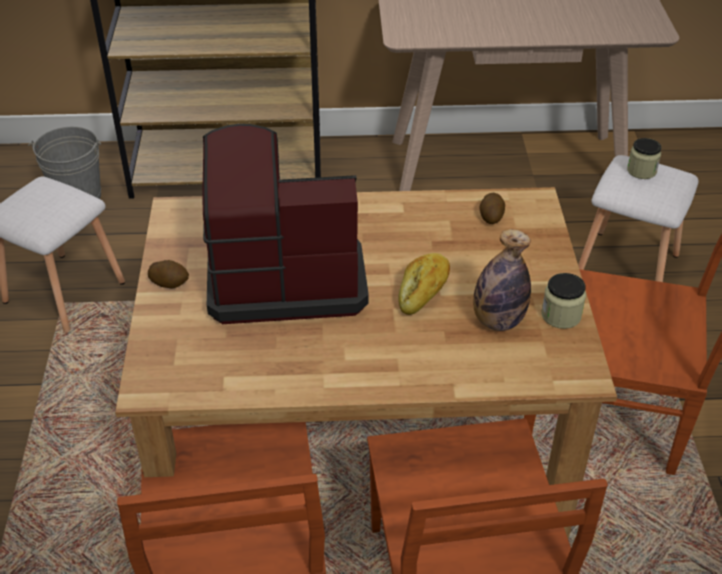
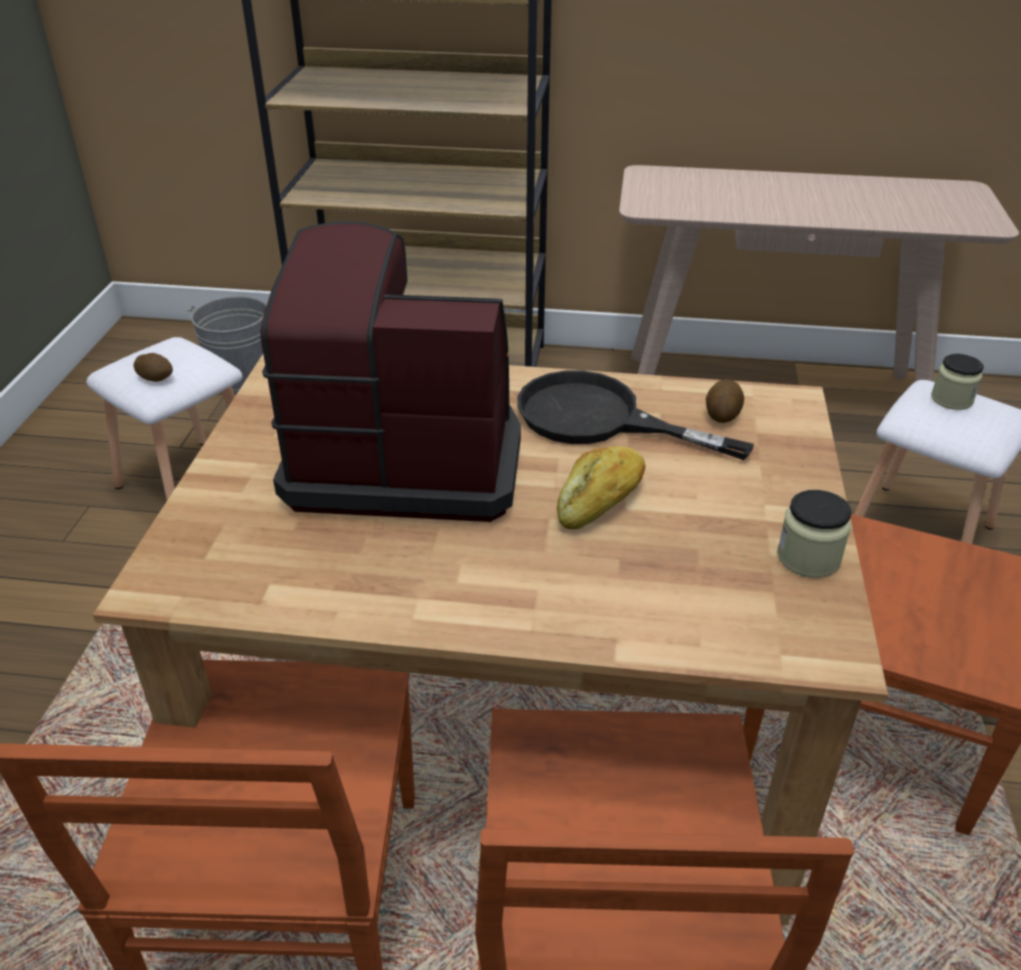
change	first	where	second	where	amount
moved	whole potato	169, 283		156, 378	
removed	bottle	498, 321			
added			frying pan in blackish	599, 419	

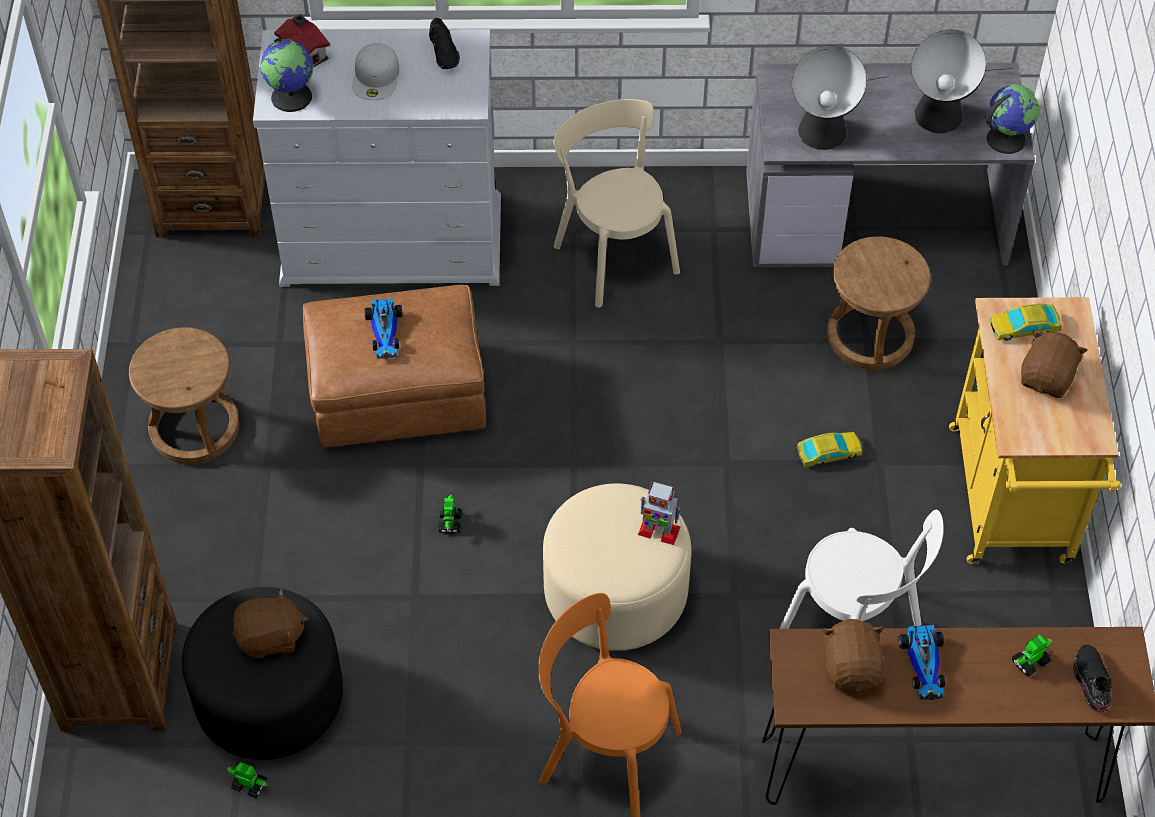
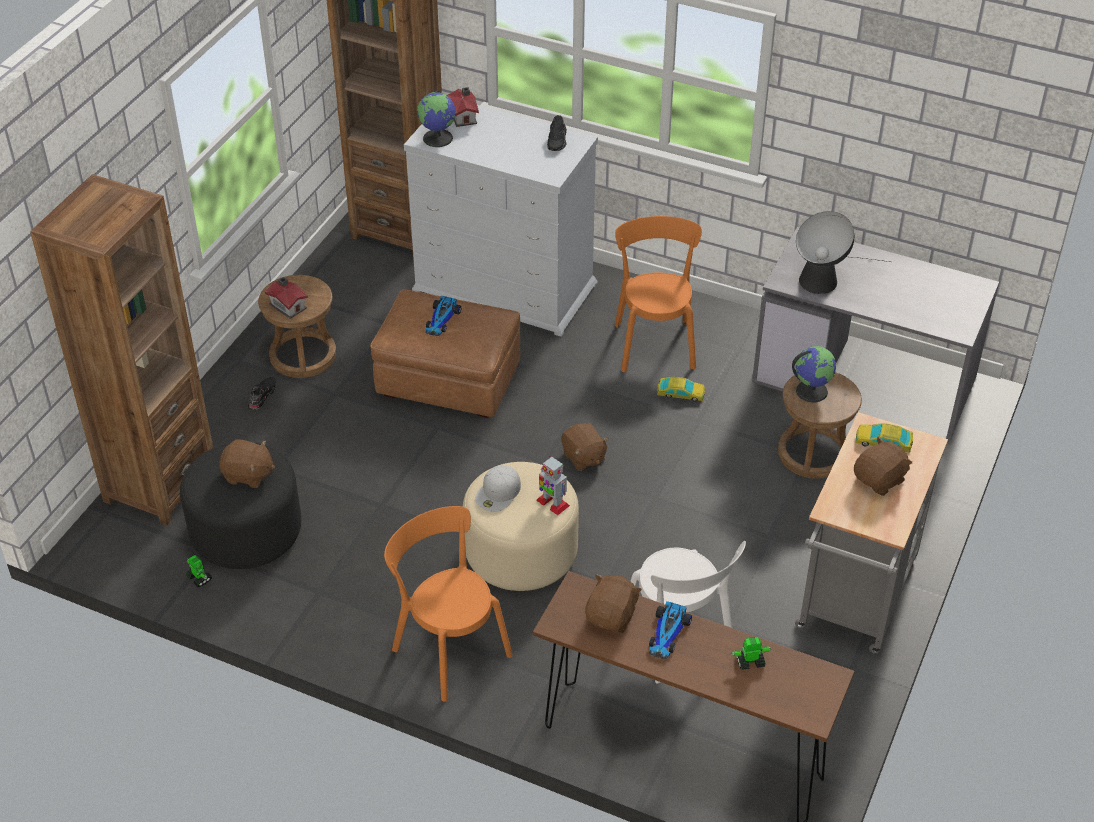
change	first	where	second	where	amount
moved	peaked cap in whitish	376, 77		498, 492	
removed	toy robot	450, 522			
recoloured	upright chair in beige-coloured	613, 254	upright chair in orange-coloured	654, 342	
moved	toy car	829, 452		680, 393	
removed	tabletop lamp	942, 109			
recoloured	cart in yellowish	1012, 505	cart in greyish	855, 600	
moved	globe	1005, 138		811, 390	
moved	item of footwear in blackish	1090, 682		261, 396	
added			miniature house	288, 305	
added			plush toy in brown-coloured	583, 457	

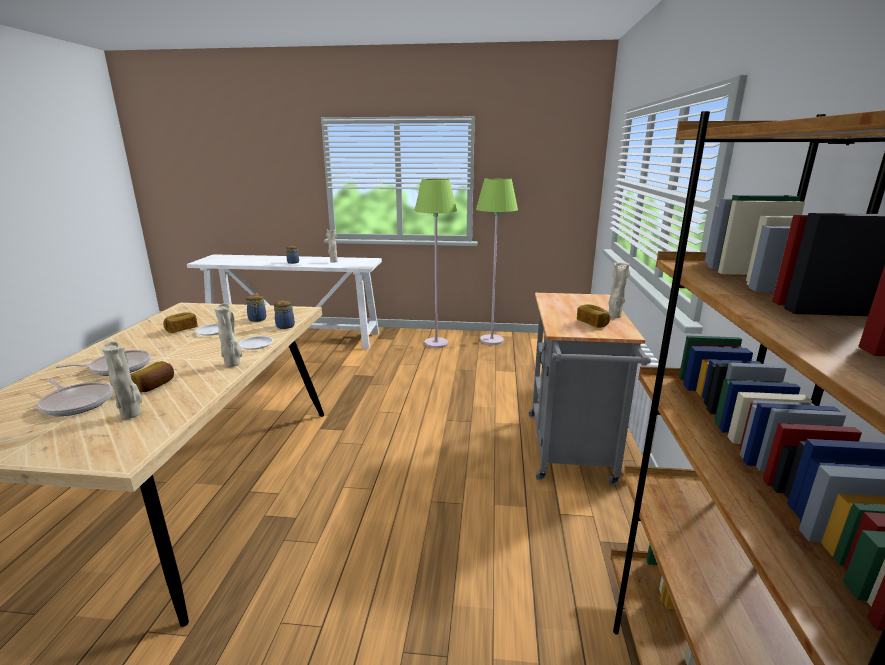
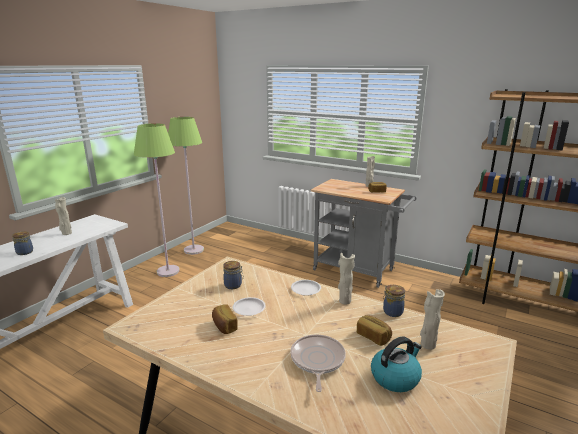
change	first	where	second	where	amount
replaced	frying pan	76, 402	tea kettle	395, 377	
moved	preserve jar	286, 326		392, 311	

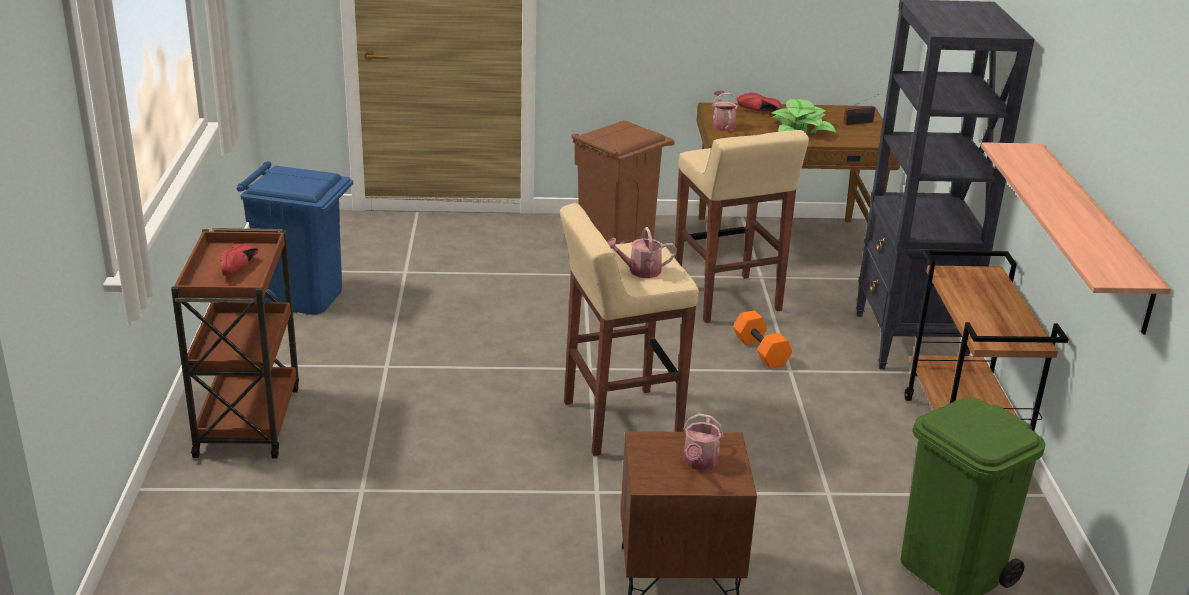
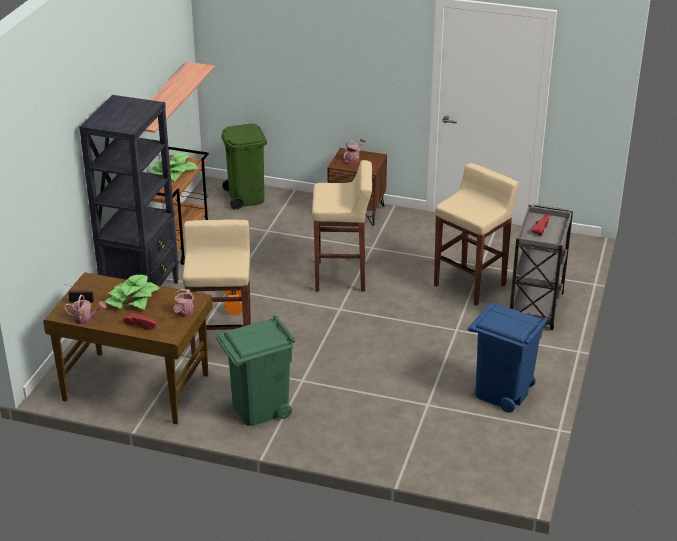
change	first	where	second	where	amount
recoloured	cart in brown-coloured	248, 419	cart in greyish	536, 309	
recoloured	trash can in brown-coloured	616, 242	trash can in green-coloured	259, 408	
moved	watering can	640, 271		86, 319	
added			potted plant	173, 173	
added			stool in beige-coloured	470, 285	

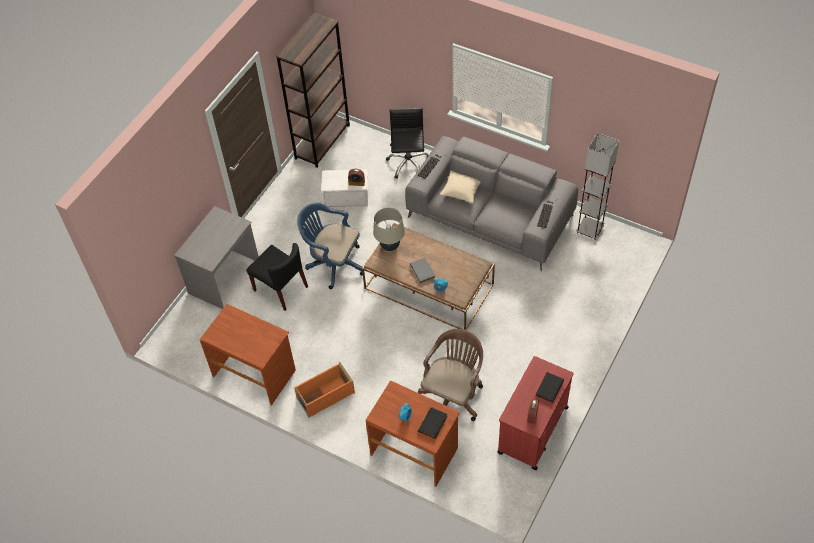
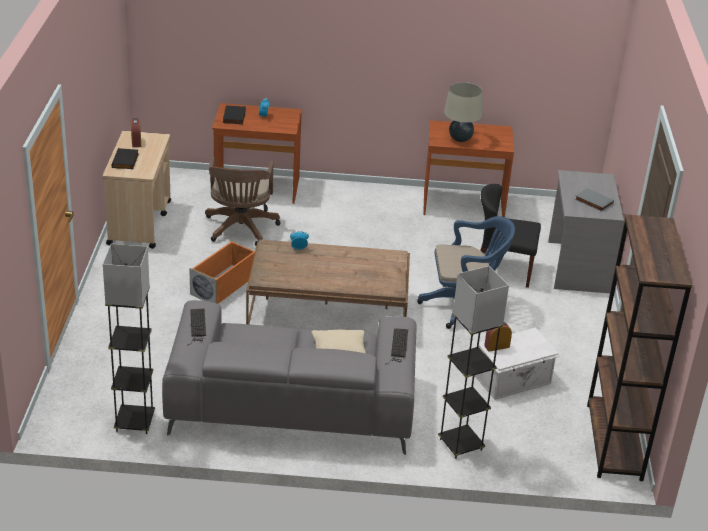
change	first	where	second	where	amount
moved	storage bin in orange-coloured	325, 396		224, 285	
moved	tabletop lamp in beige-coloured	390, 246		460, 139	
replaced	desk chair in blackish	408, 163	standard lamp in greyish	460, 444	
moved	volume in greyish	423, 271		593, 202	
recoloured	cart in red	532, 430	cart in beige-coloured	140, 222	

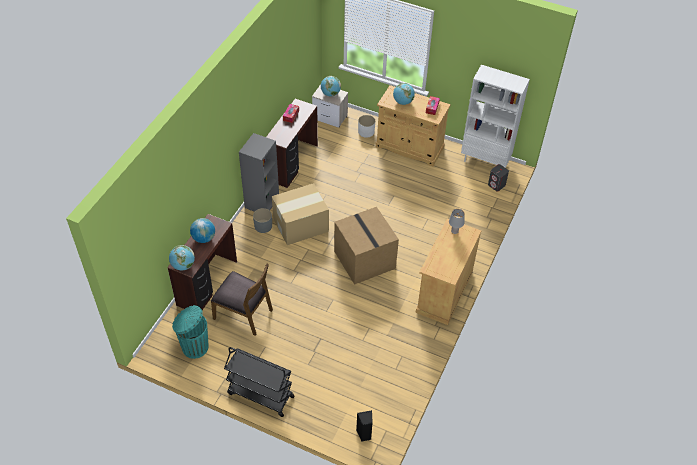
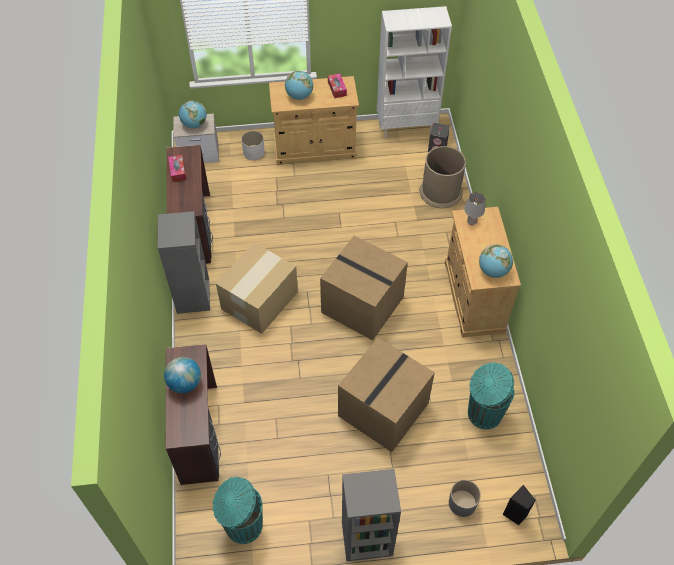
change	first	where	second	where	amount
moved	globe	183, 265		493, 271	
removed	upright chair in brown-coloured	244, 313			
replaced	cart in blackish	260, 395	bookcase in greyish	366, 539	
moved	flower pot in greyish	263, 226		462, 503	
added			carton	383, 411	
added			trash can in brown-coloured	440, 191	
added			trash can in turquoise-coloured	483, 414	

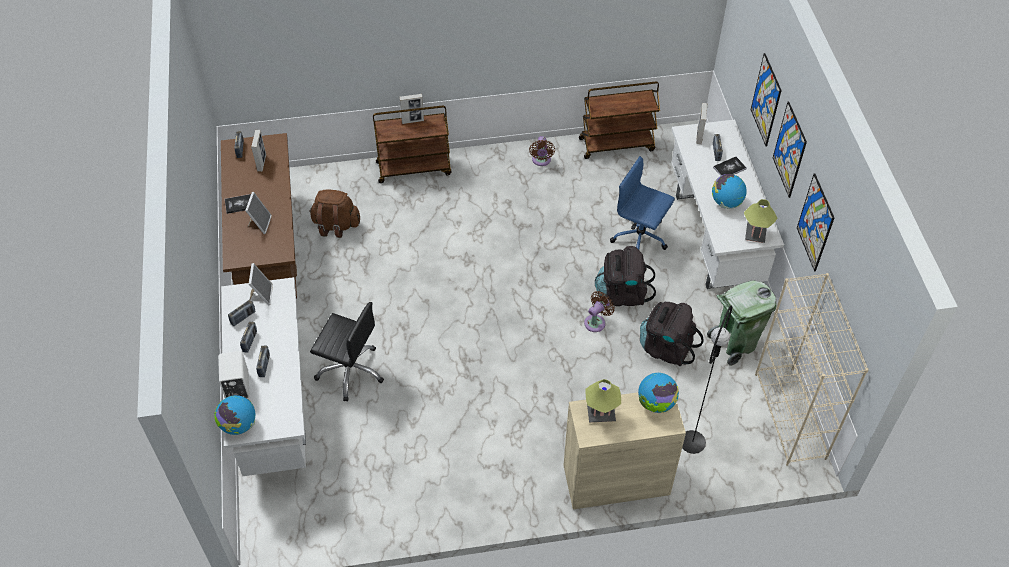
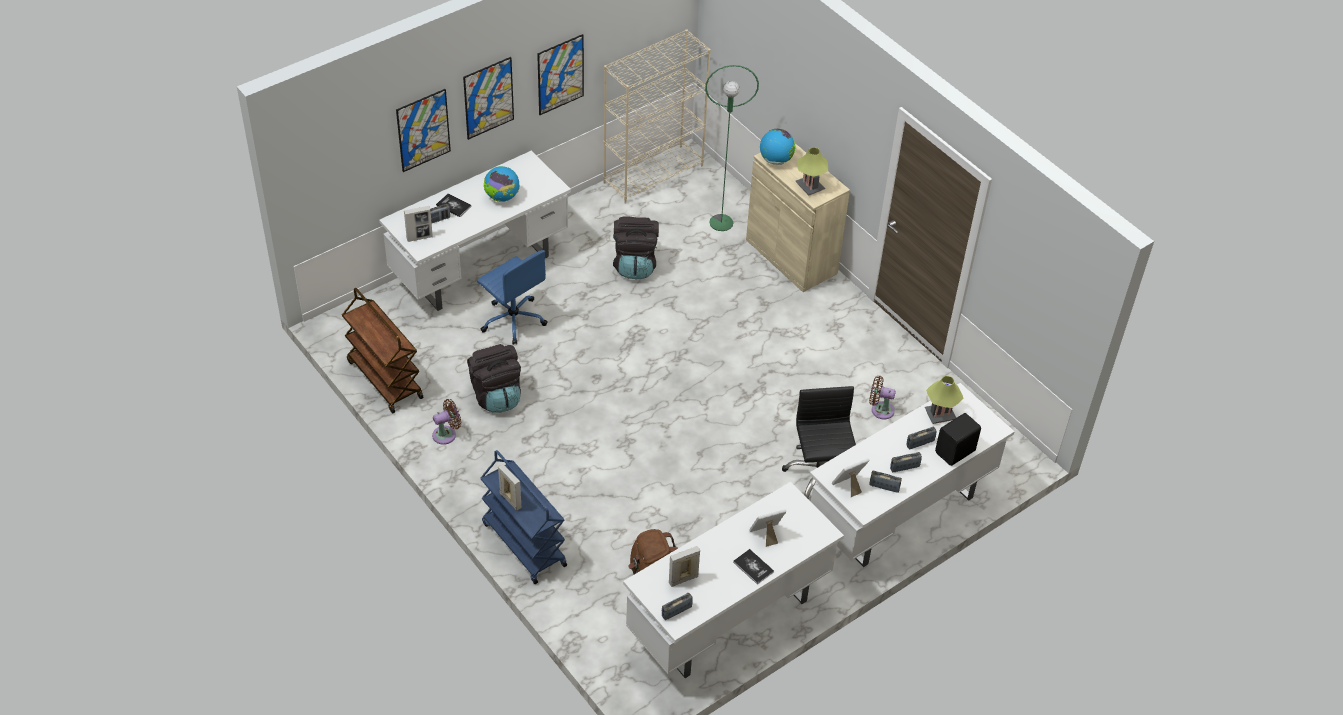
change	first	where	second	where	amount
removed	globe	238, 425			
recoloured	loudspeaker in whitish	236, 387	loudspeaker in blackish	956, 452	
recoloured	desk table in brown-coloured	269, 252	desk table in whitish	729, 620	
recoloured	cart in brown-coloured	414, 168	cart in blue-coloured	523, 544	
moved	cooling fan in brown-coloured	596, 322		880, 410	
moved	rucksack in blackish	622, 293		496, 395	
turned	desk chair in blue-coloured	640, 238		513, 320	45 degrees counterclockwise
recoloured	standard lamp in blackish	692, 442	standard lamp in green-coloured	721, 222	
removed	trash can in green-coloured	734, 344			
moved	tabletop lamp	755, 234		940, 415	

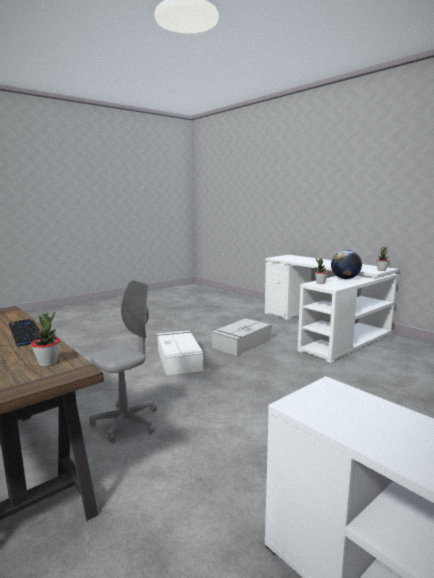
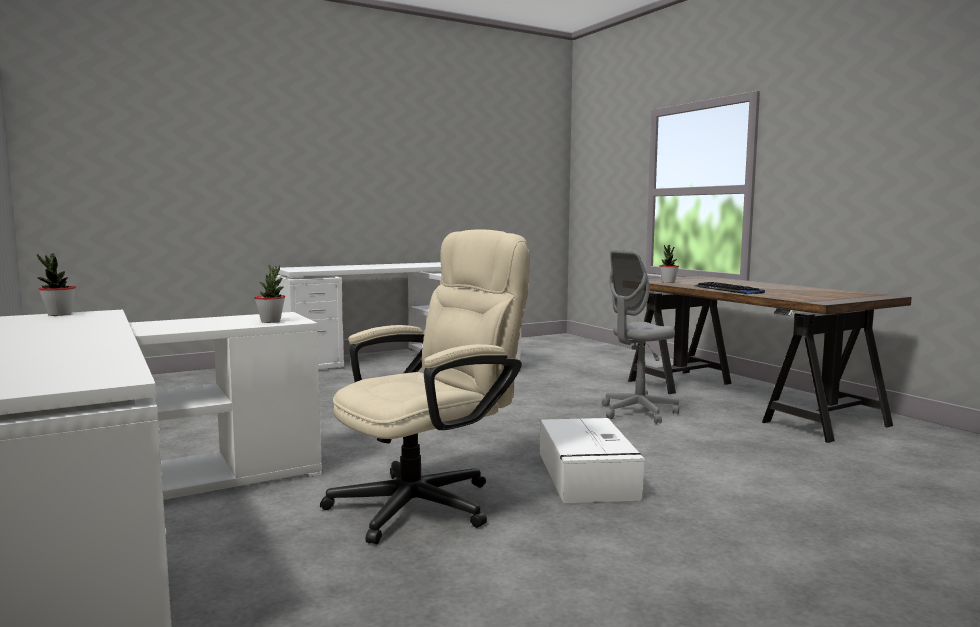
change	first	where	second	where	amount
replaced	storage bin in greyish	241, 343	desk chair in beige-coloured	428, 501	
removed	globe	345, 278			

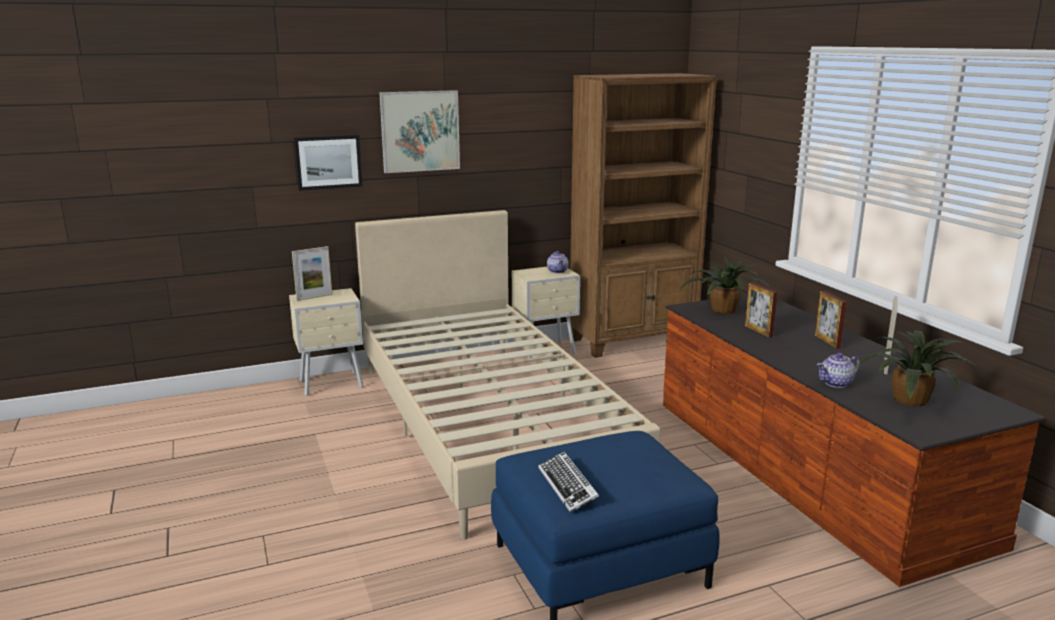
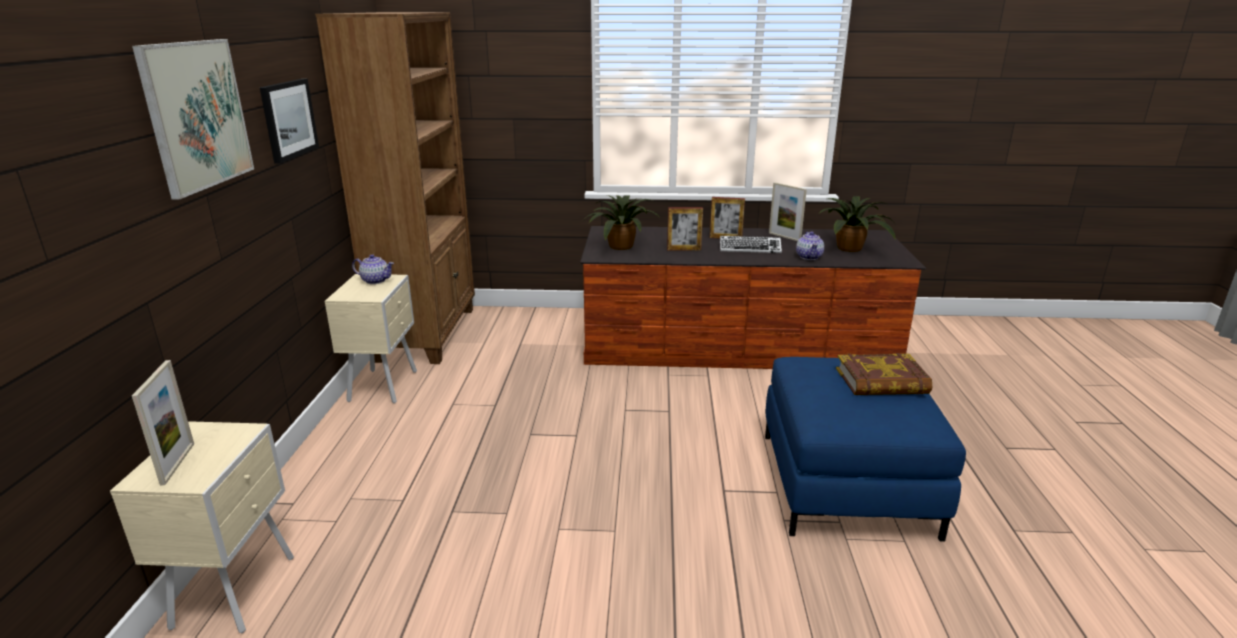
change	first	where	second	where	amount
moved	wall art	328, 162		288, 119	
removed	sleeping bed in beige-coloured	487, 423			
moved	computer keyboard	567, 486		750, 248	
added			volume	882, 382	

